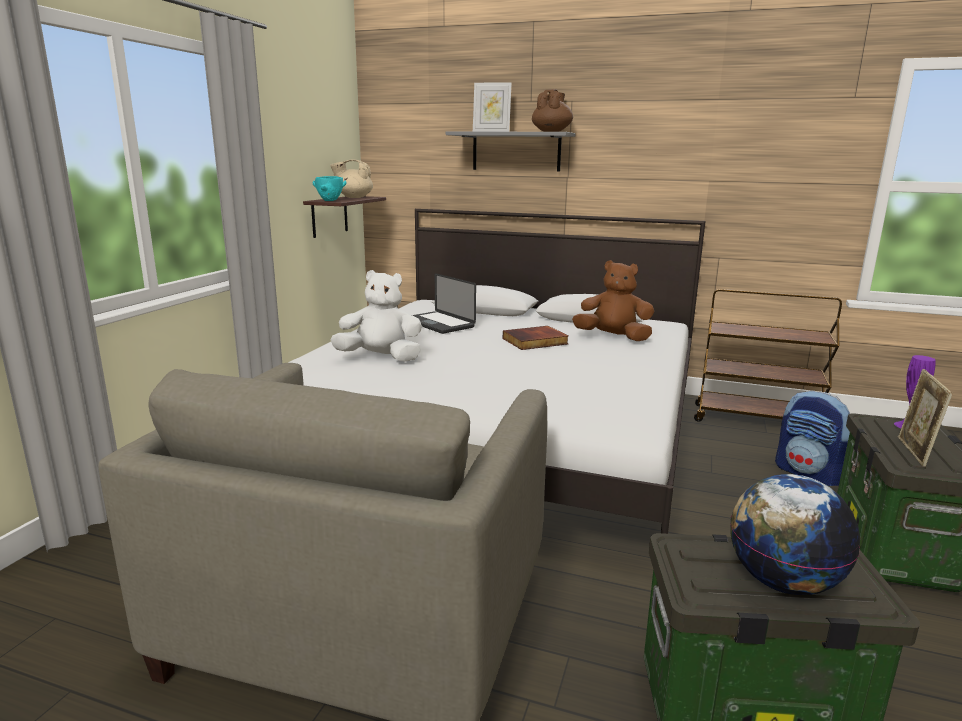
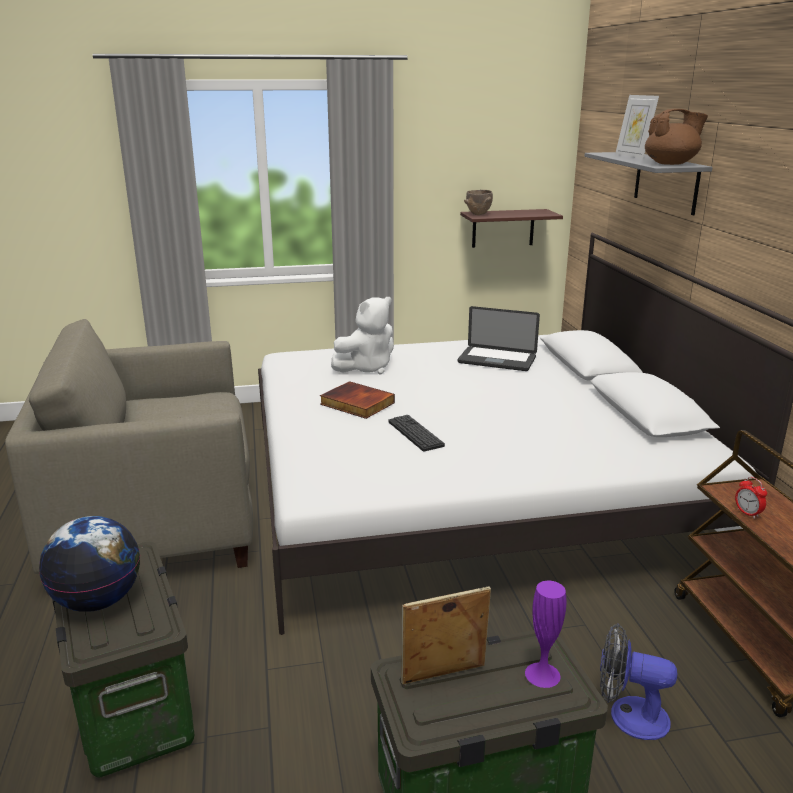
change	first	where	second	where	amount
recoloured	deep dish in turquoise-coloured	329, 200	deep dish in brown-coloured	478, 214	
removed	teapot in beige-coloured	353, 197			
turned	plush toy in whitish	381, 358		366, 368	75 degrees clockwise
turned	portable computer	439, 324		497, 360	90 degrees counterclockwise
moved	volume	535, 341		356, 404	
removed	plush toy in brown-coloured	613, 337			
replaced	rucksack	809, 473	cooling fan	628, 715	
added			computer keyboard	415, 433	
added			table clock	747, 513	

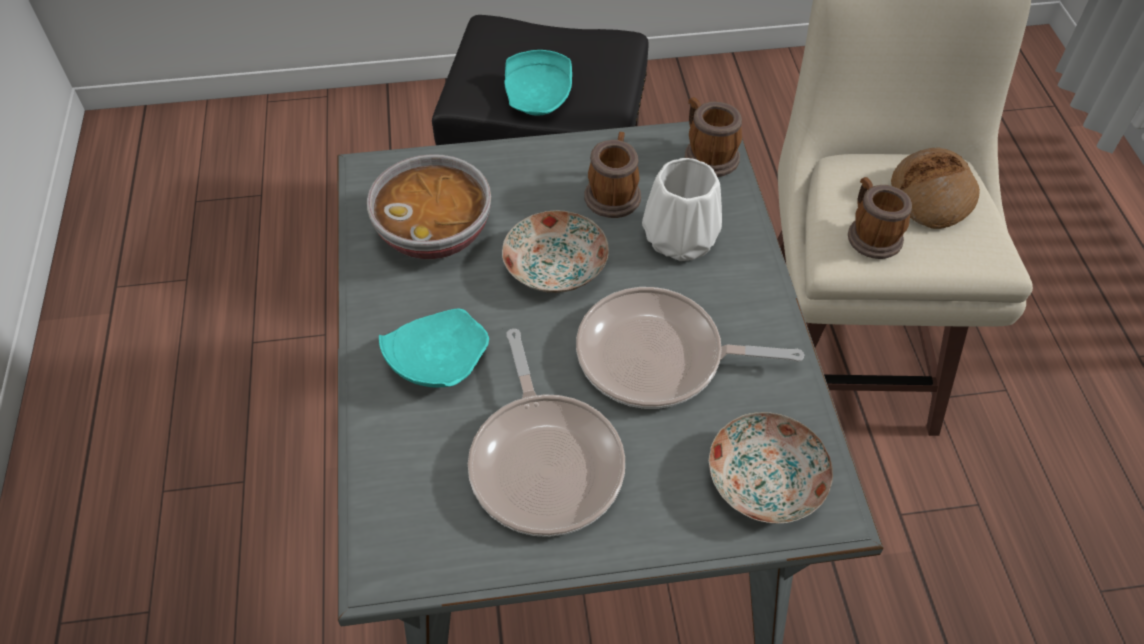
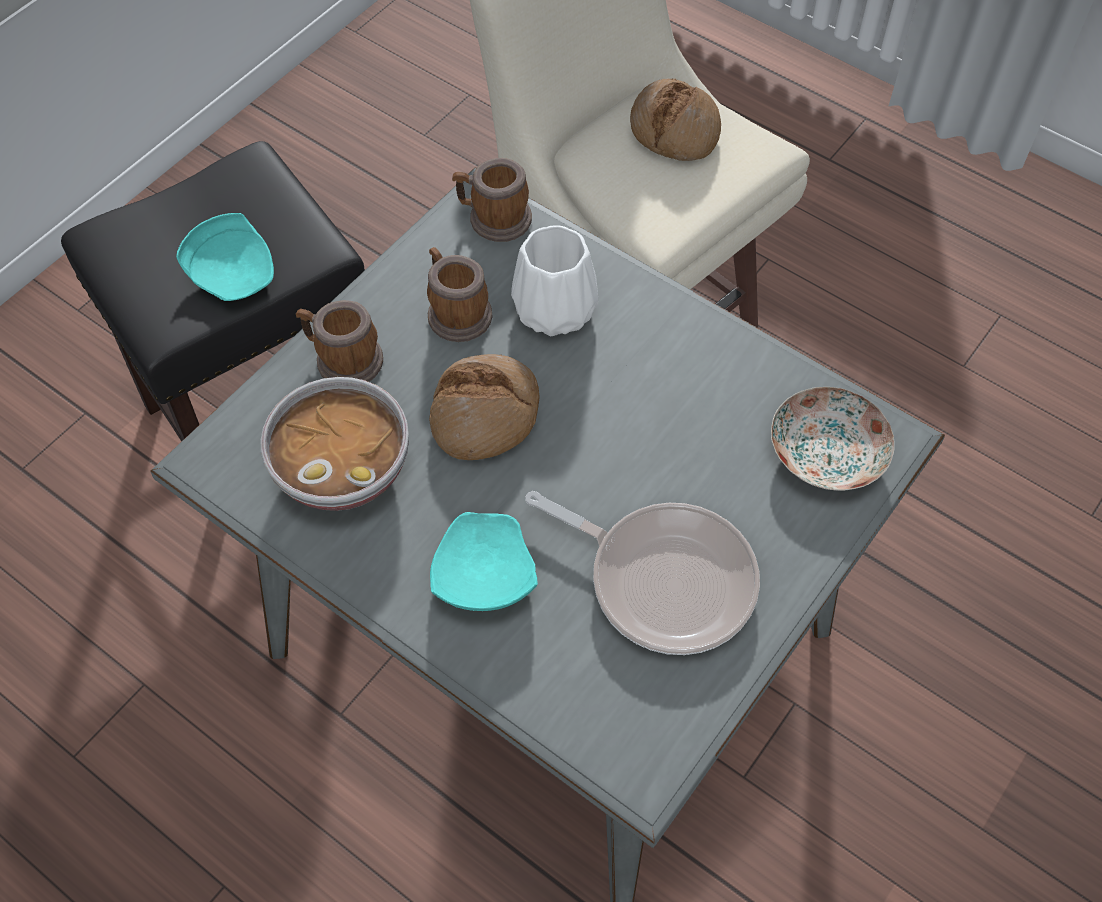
change	first	where	second	where	amount
replaced	dinner plate	555, 268	bakery bread	485, 416	
removed	frying pan	658, 357			
moved	mug	870, 234		342, 359	

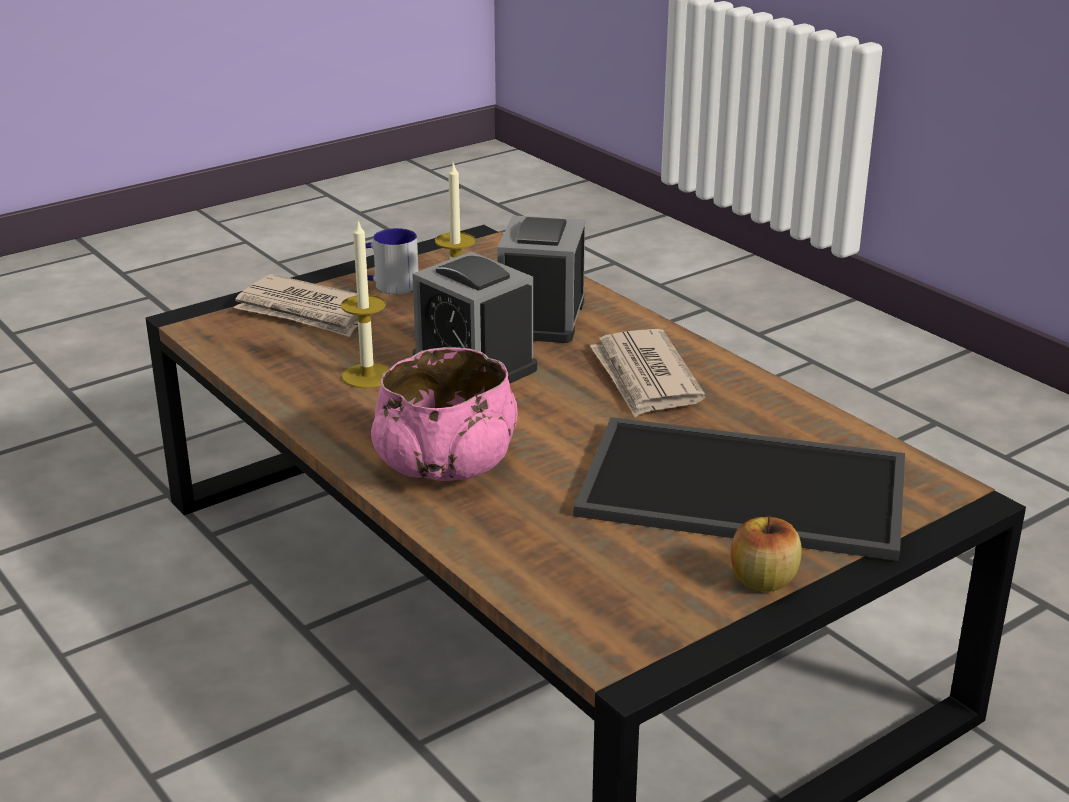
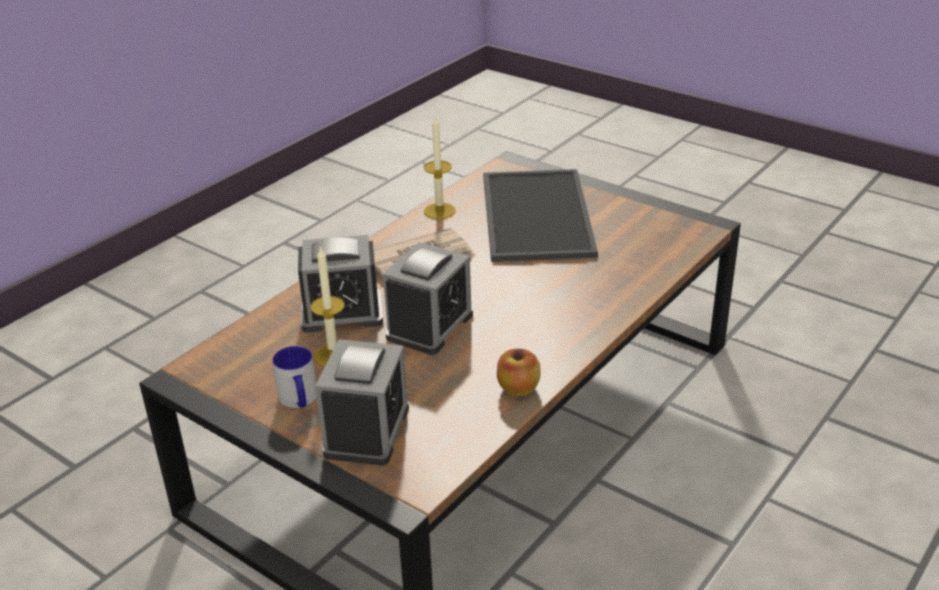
change	first	where	second	where	amount
replaced	printed paper	307, 311	table clock	367, 431	
moved	candle	367, 376		439, 211	
removed	deep dish in pinkish	447, 463			
moved	apple	763, 580		518, 388	

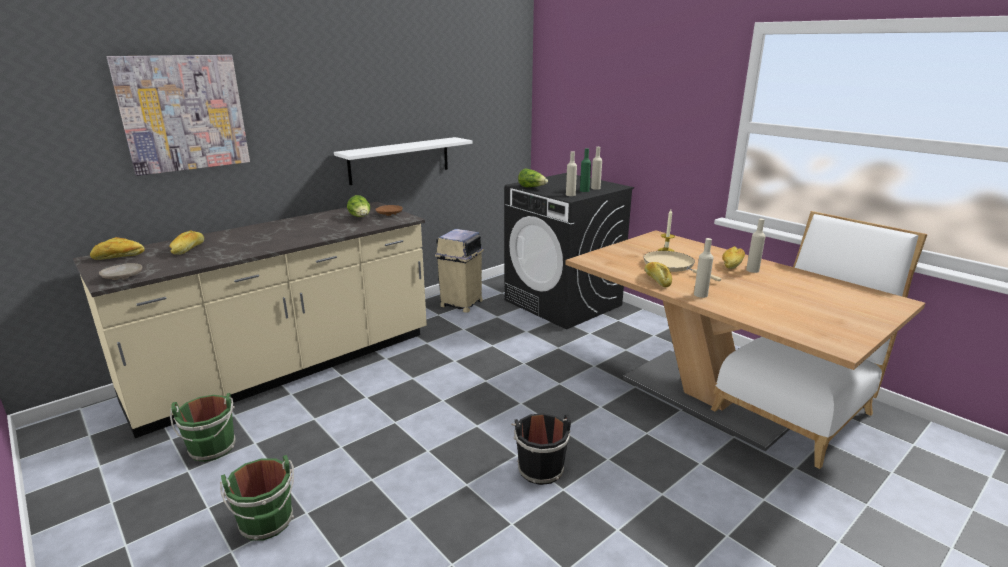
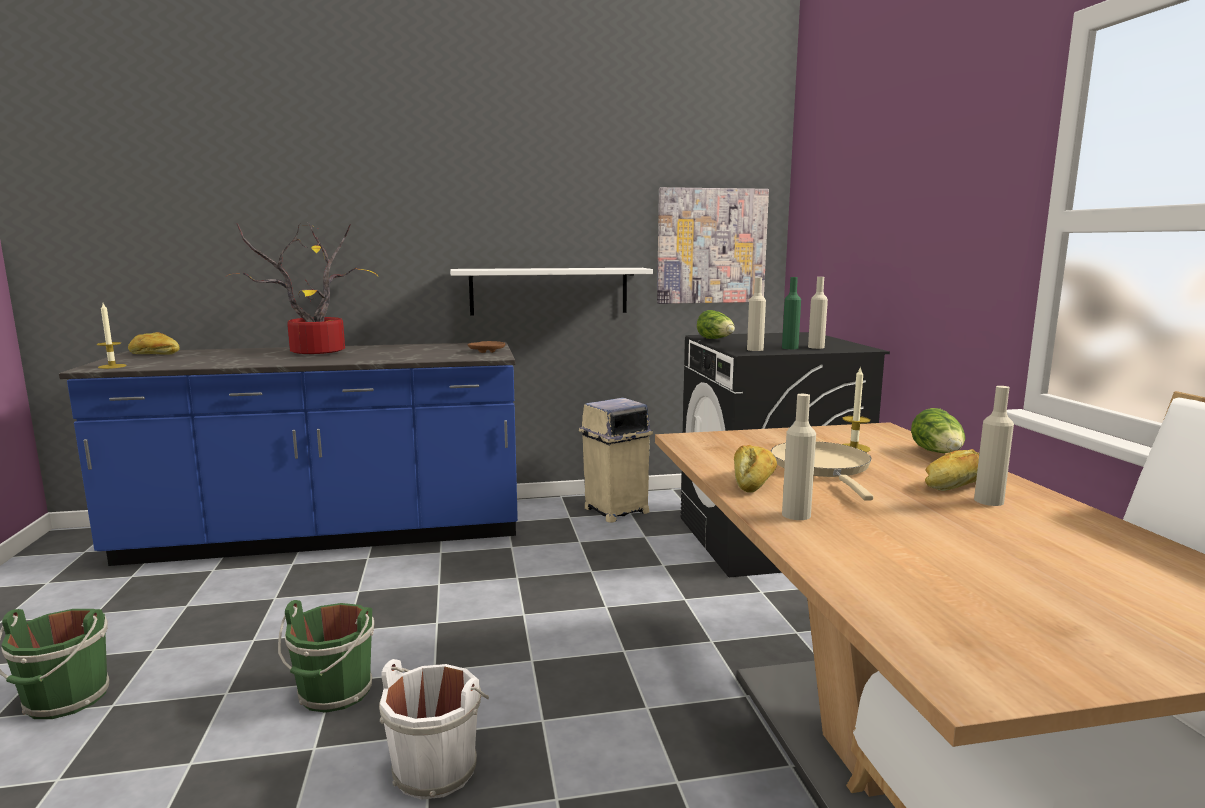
change	first	where	second	where	amount
recoloured	counter in beige-coloured	288, 368	counter in blue-coloured	328, 535	
replaced	dinner plate in beige-coloured	123, 277	candle	112, 366	
moved	wall art	183, 113		711, 246	
removed	bakery bread	188, 249			
moved	bucket in green-coloured	212, 449		334, 694	
moved	lettuce	361, 217		938, 454	
recoloured	bucket in blackish	540, 468	bucket in whitish	437, 767	
added			potted plant	319, 351	

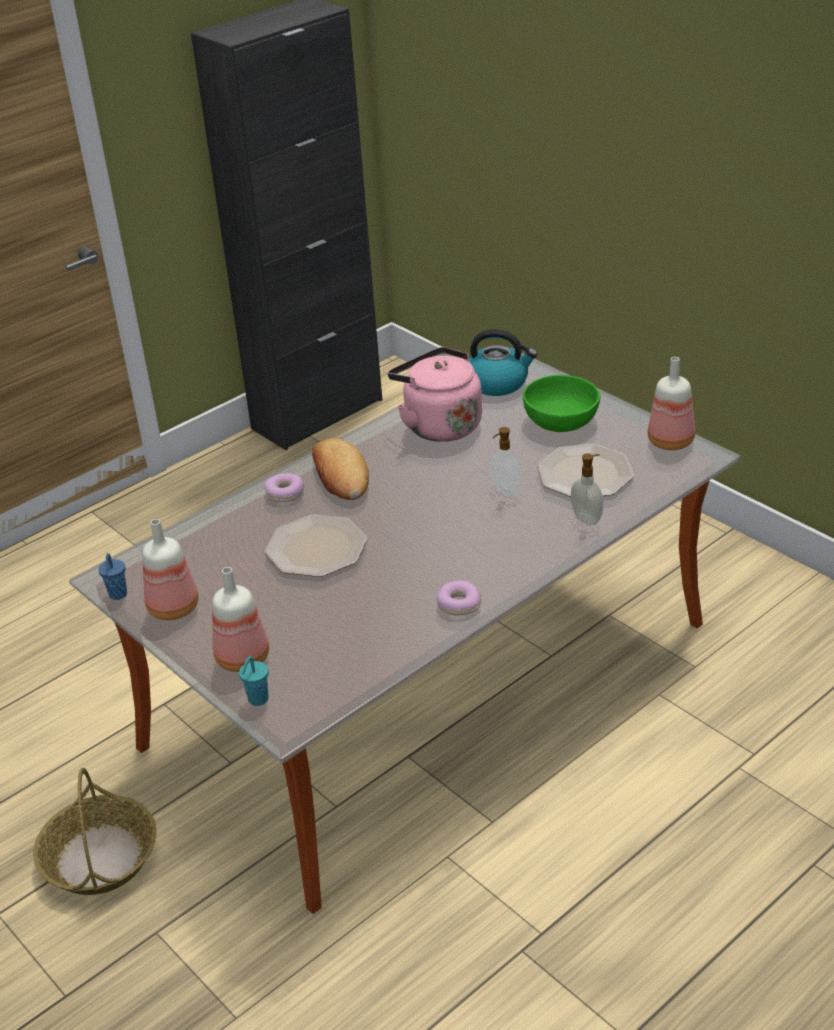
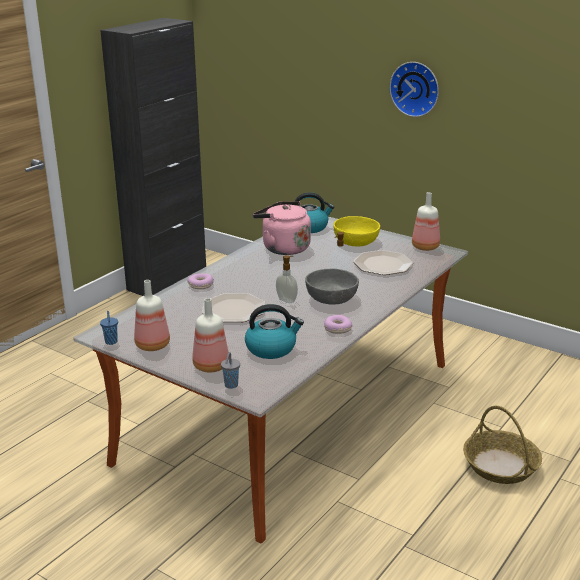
change	first	where	second	where	amount
moved	basket	100, 858		501, 466	
recoloured	small cup in turquoise-coloured	257, 700	small cup in greyish	231, 385	
removed	bakery bread	340, 476			
recoloured	deep dish in green-coloured	561, 420	deep dish in yellowish	356, 241	
moved	soap bottle	587, 518		287, 300	
added			tea kettle	272, 348	
added			deep dish in greyish	331, 298	
added			wall clock	416, 88	

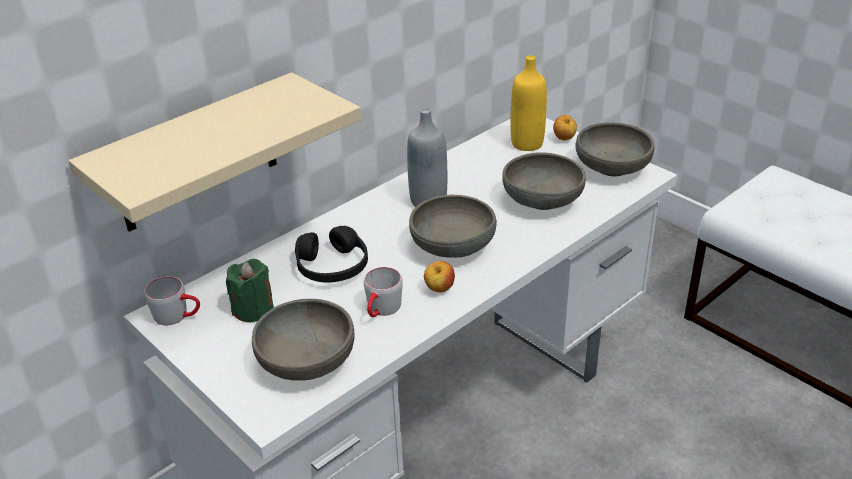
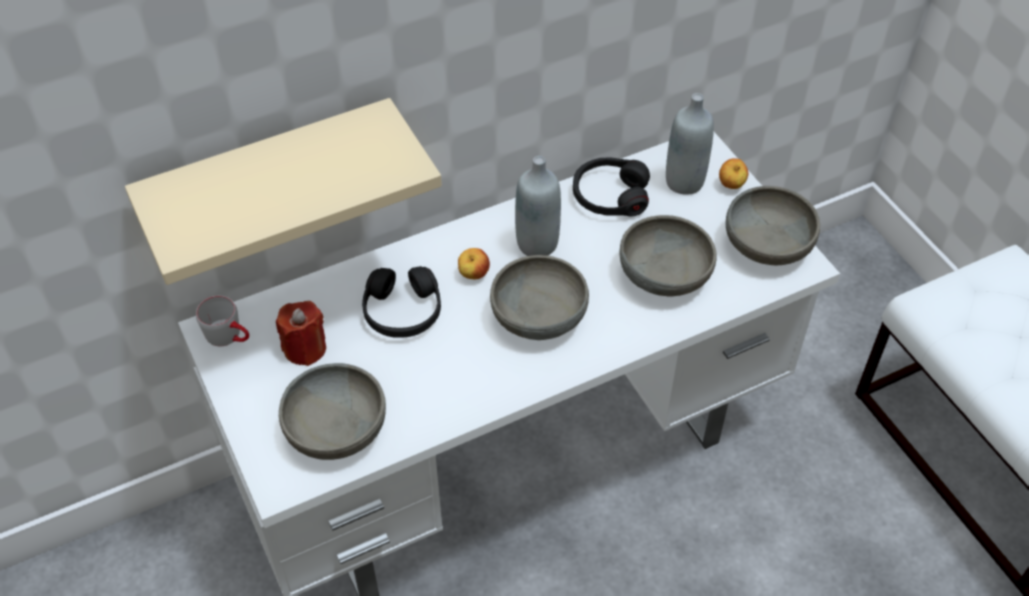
change	first	where	second	where	amount
recoloured	candle in green-coloured	253, 310	candle in red	305, 348	
removed	mug in greyish	381, 310			
moved	apple	439, 289		473, 274	
recoloured	bottle in yellowish	527, 143	bottle in greyish	684, 182	
added			headset in blackish	610, 196	

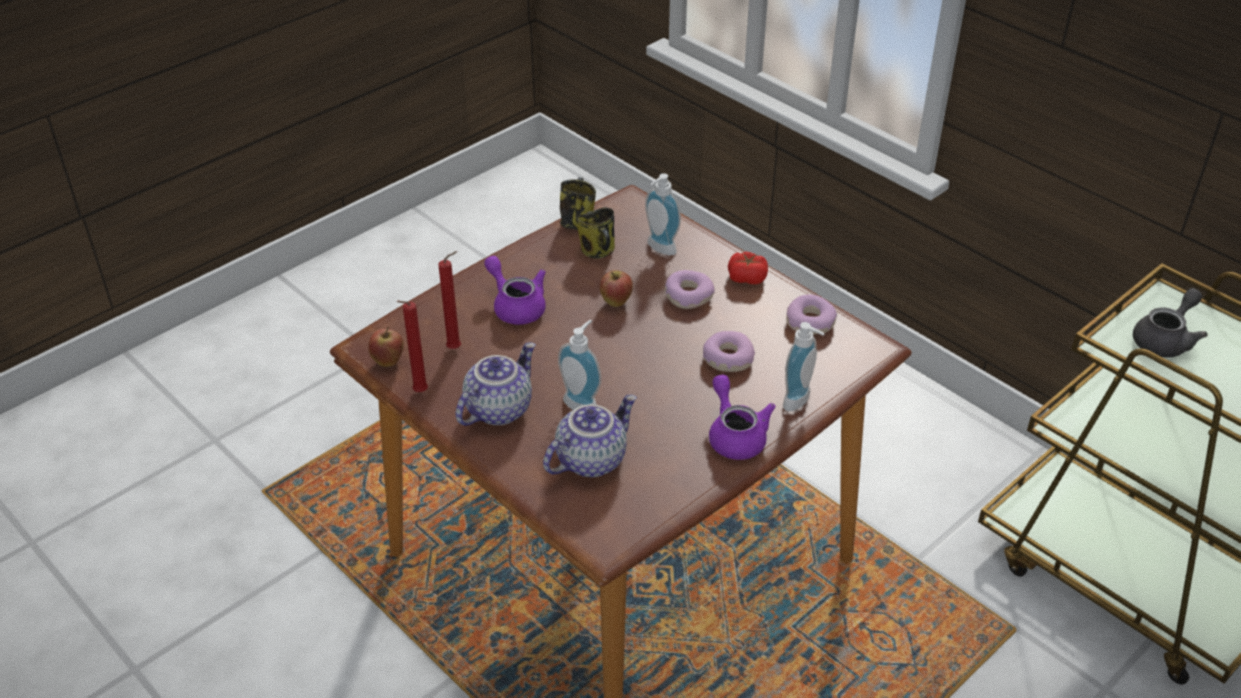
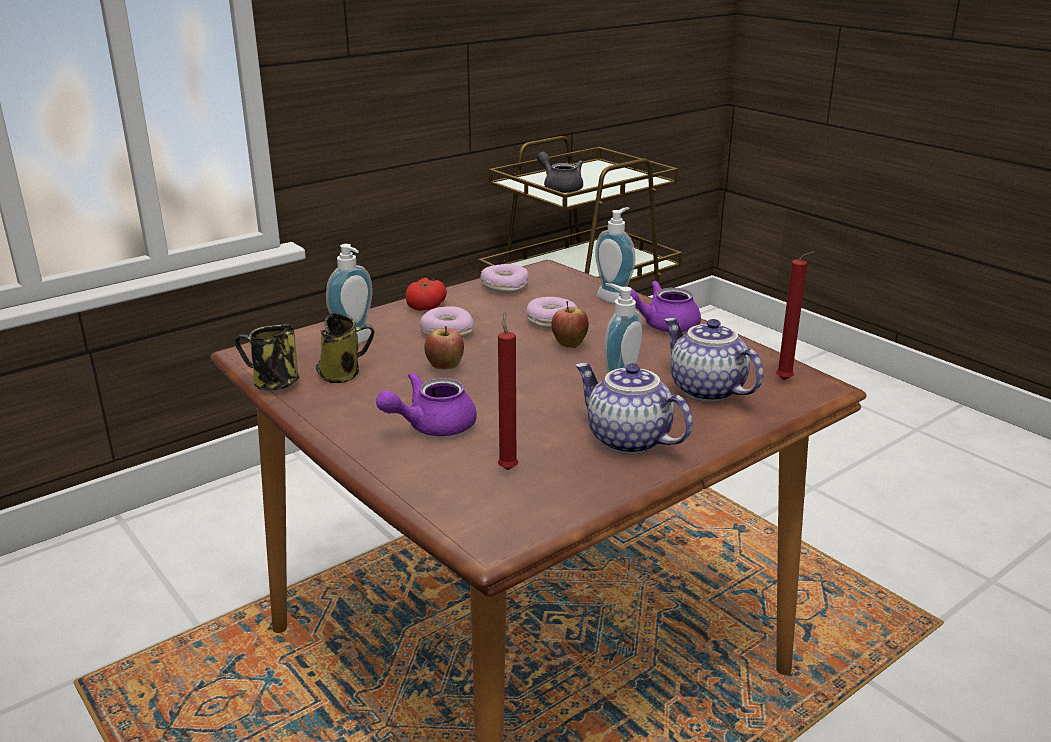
change	first	where	second	where	amount
moved	apple	388, 362		569, 345	
moved	candle in red	418, 393		786, 381	

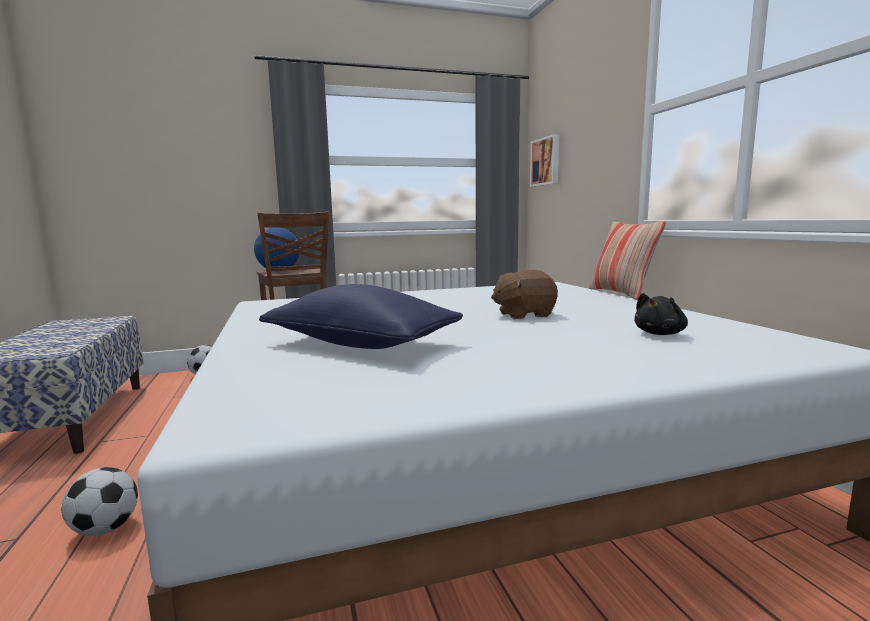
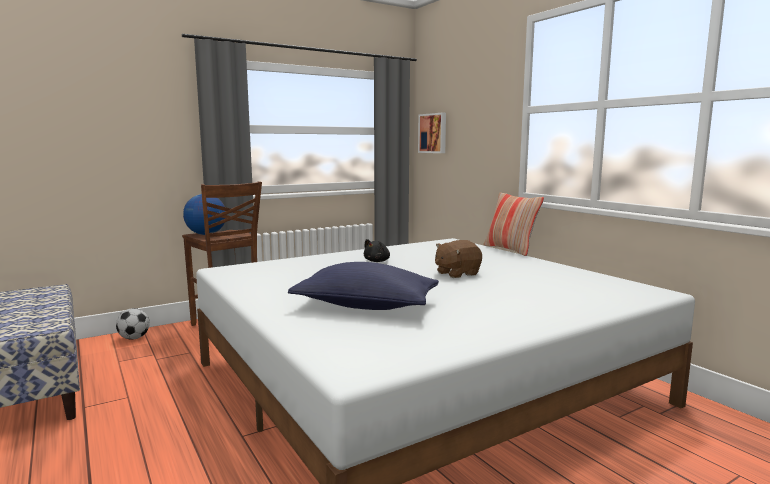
change	first	where	second	where	amount
removed	football	105, 529			
moved	plush toy in blackish	660, 334		377, 261	

